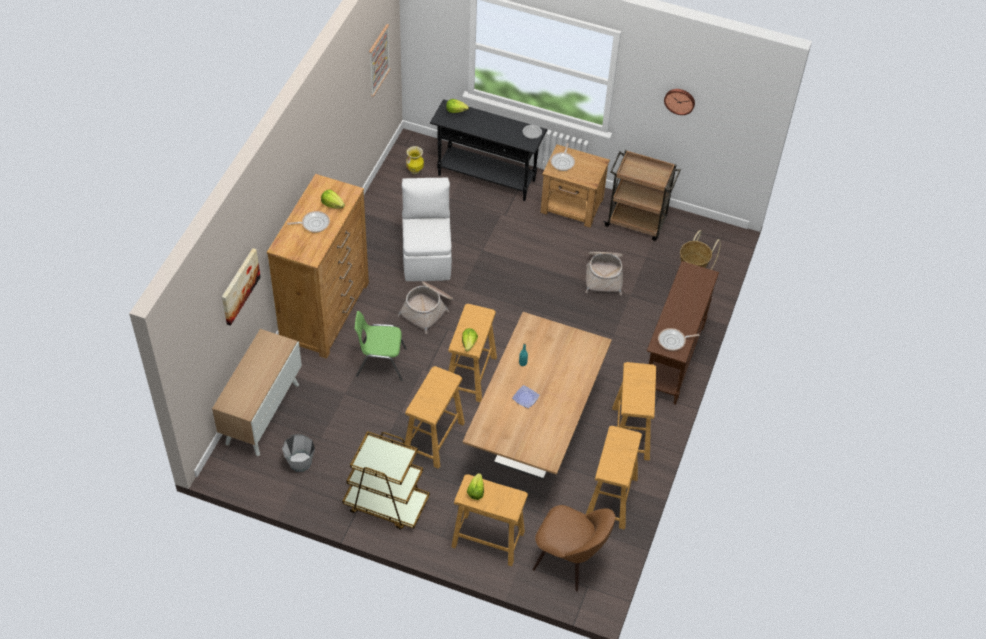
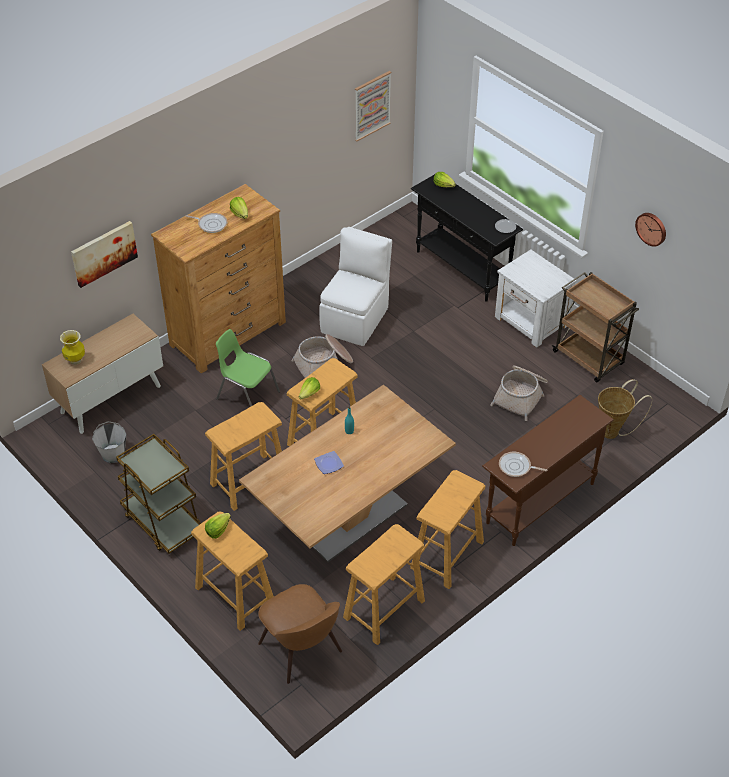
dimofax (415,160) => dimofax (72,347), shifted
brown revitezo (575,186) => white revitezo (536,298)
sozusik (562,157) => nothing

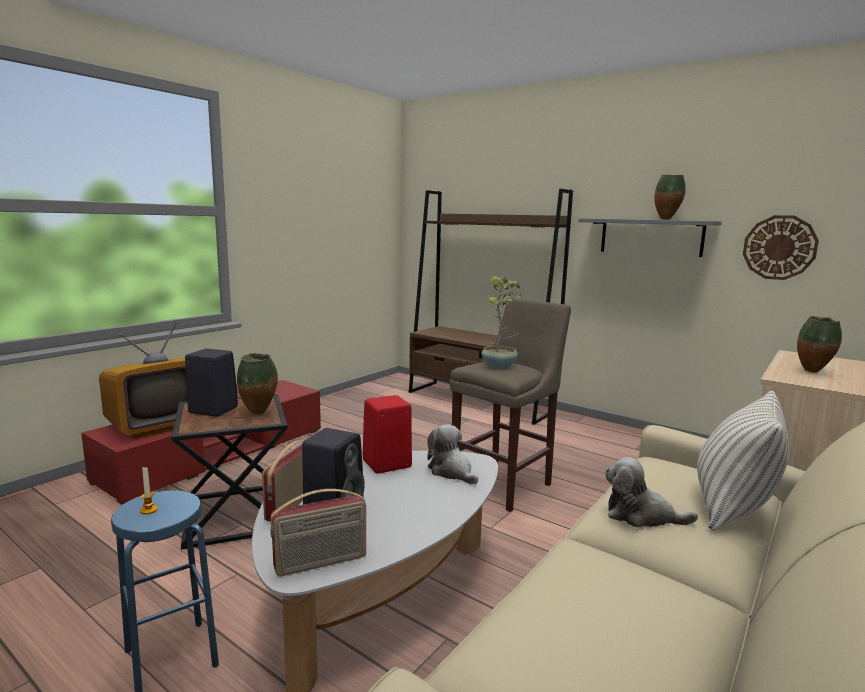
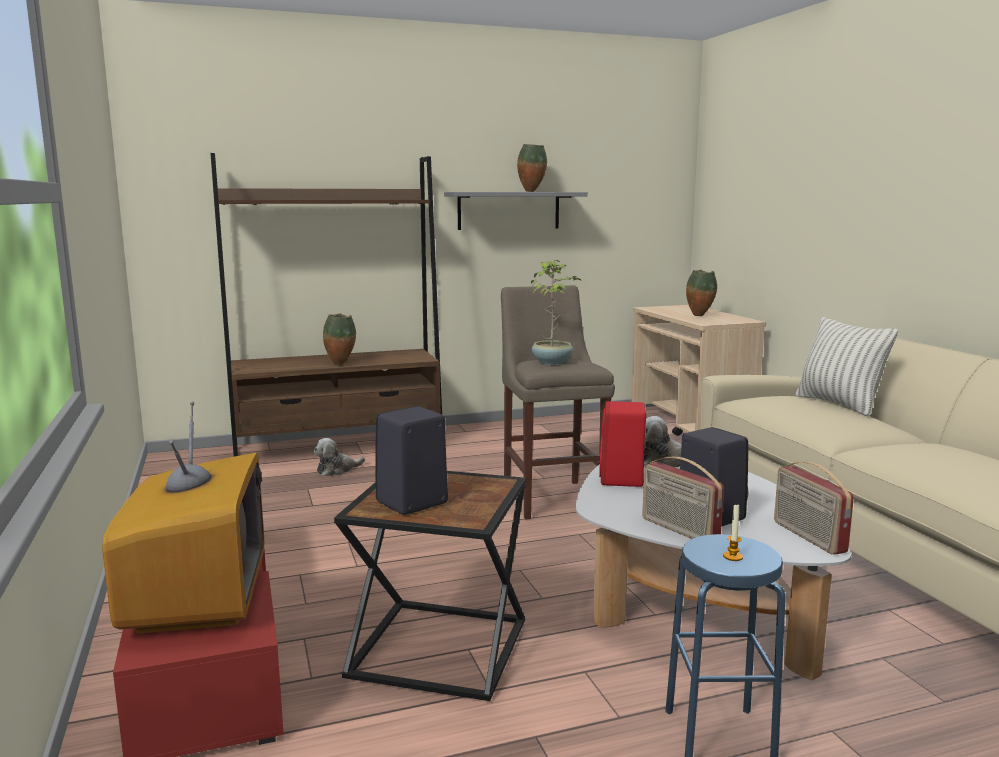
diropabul (651,492) => diropabul (339,457), shifted
dimofax (257,384) => dimofax (339,339), shifted
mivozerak (318,533) => mivozerak (814,508), 150 degrees clockwise
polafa (781,247) => nothing

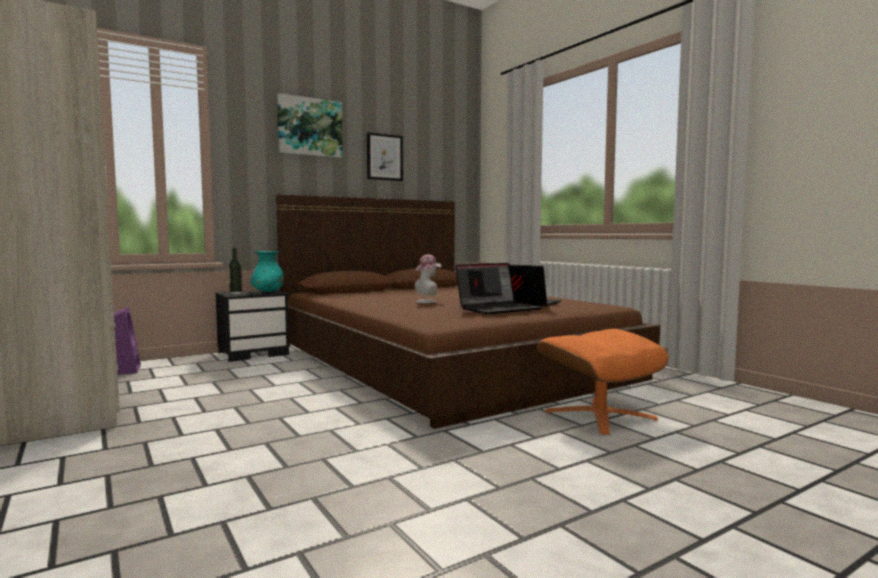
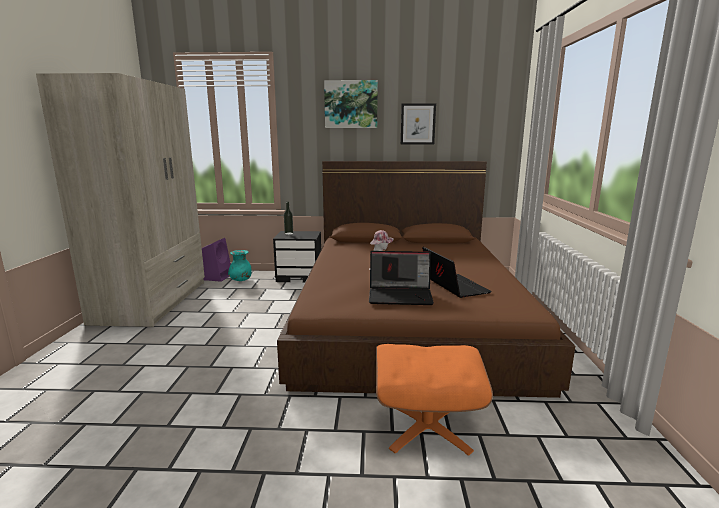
turquoise dimofax (267,271) => turquoise dimofax (240,265), shifted

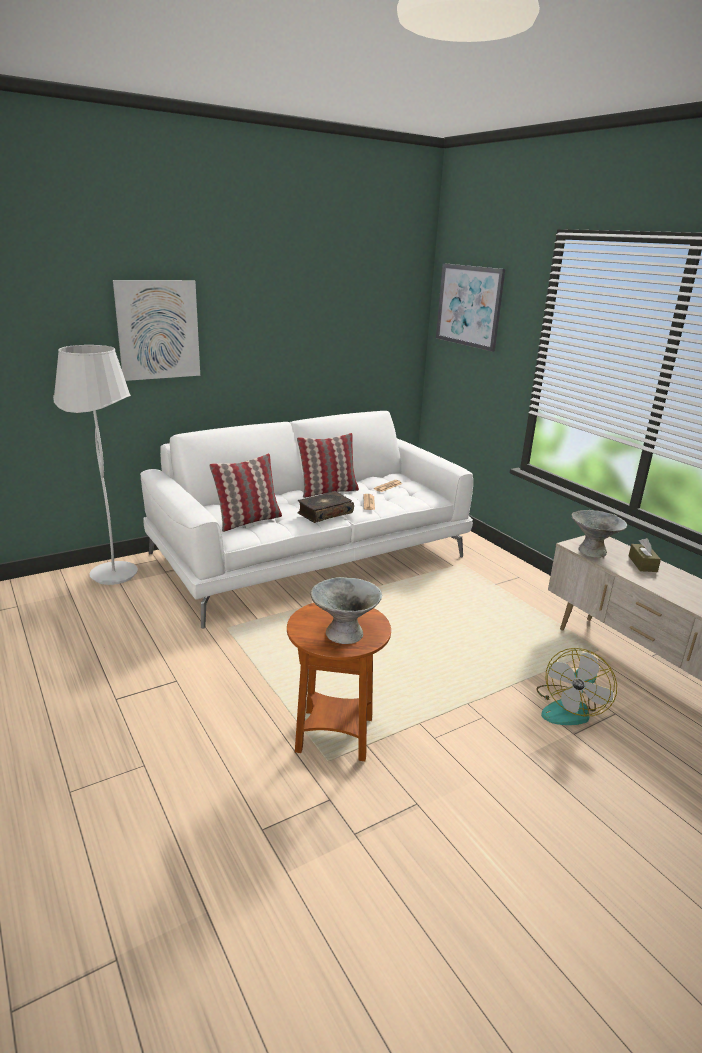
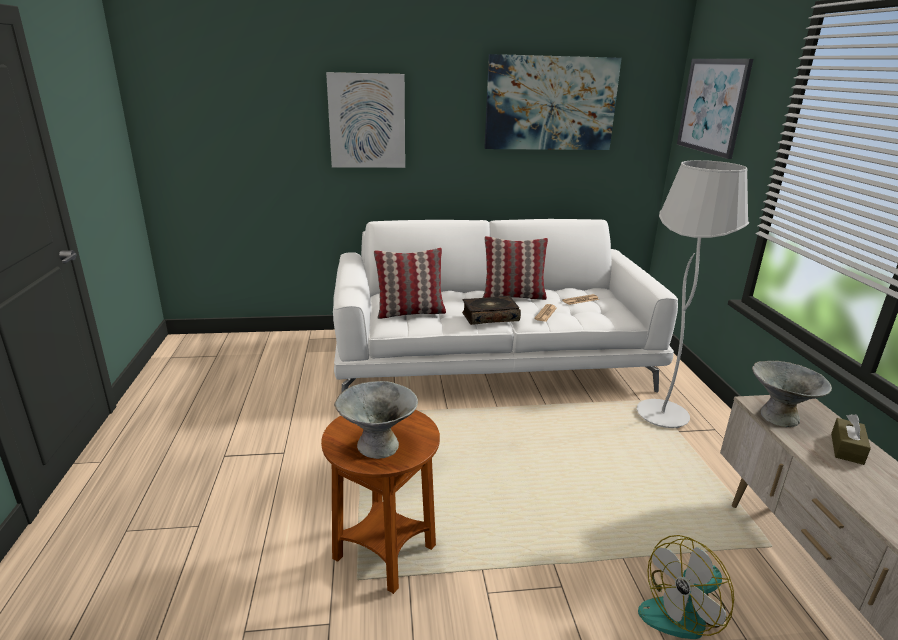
nothing => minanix (553,102)
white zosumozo (95,465) => white zosumozo (693,294), shifted

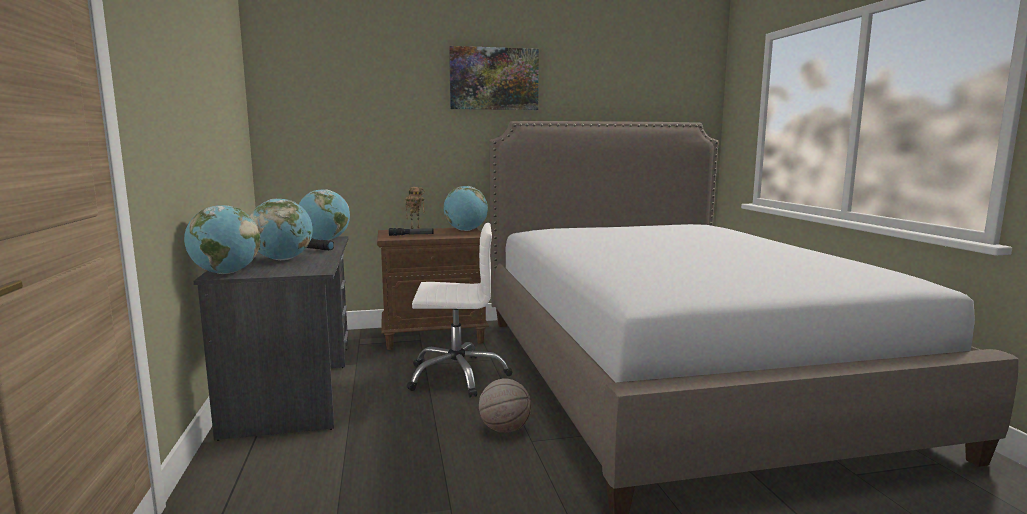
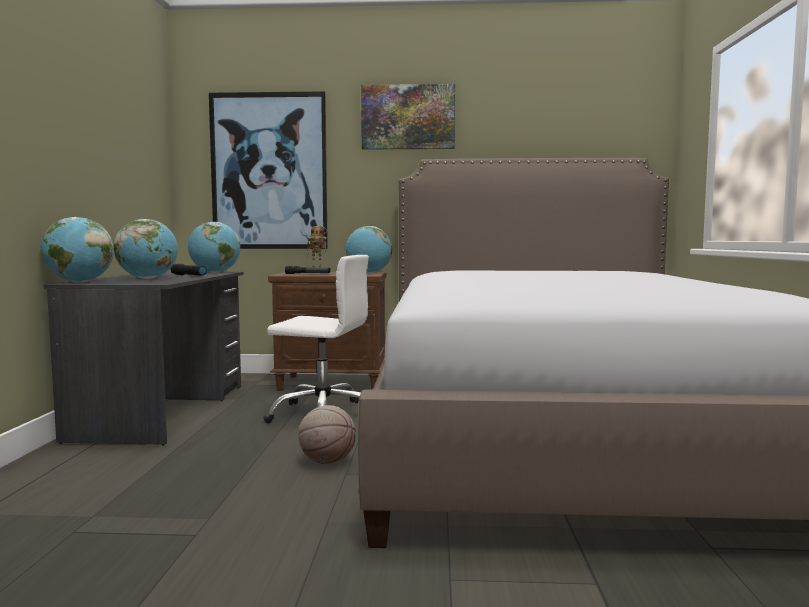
nothing => minanix (268,170)

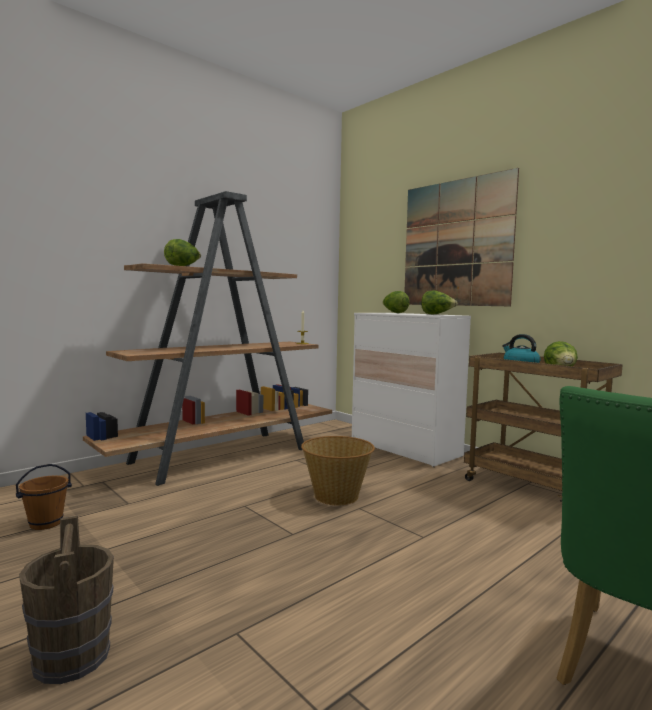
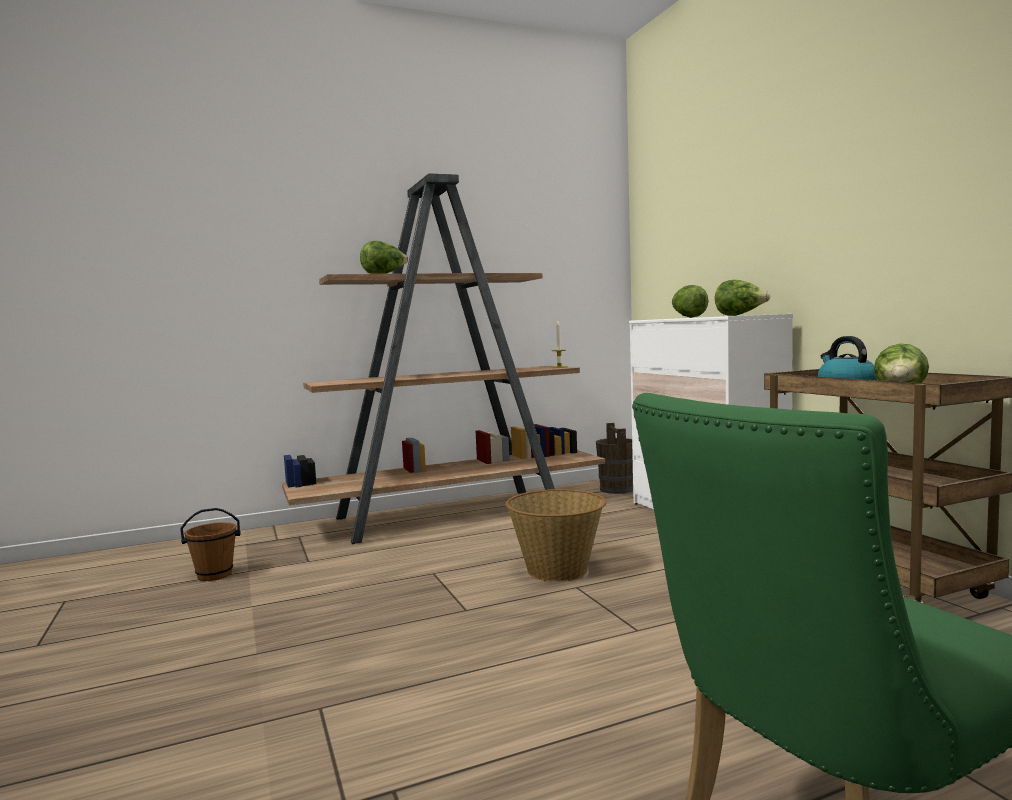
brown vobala (66,600) => brown vobala (614,458), shifted
minanix (461,237) => nothing

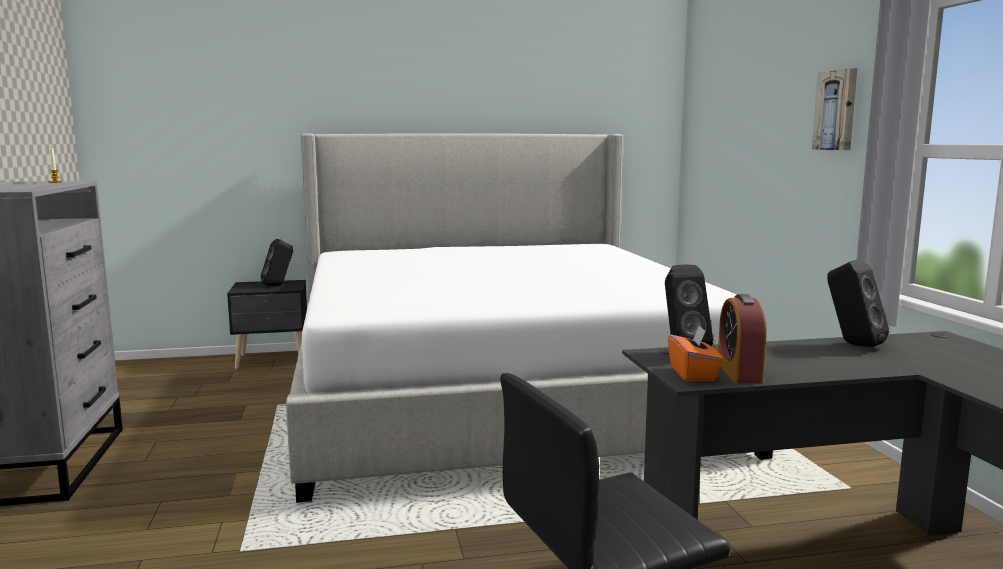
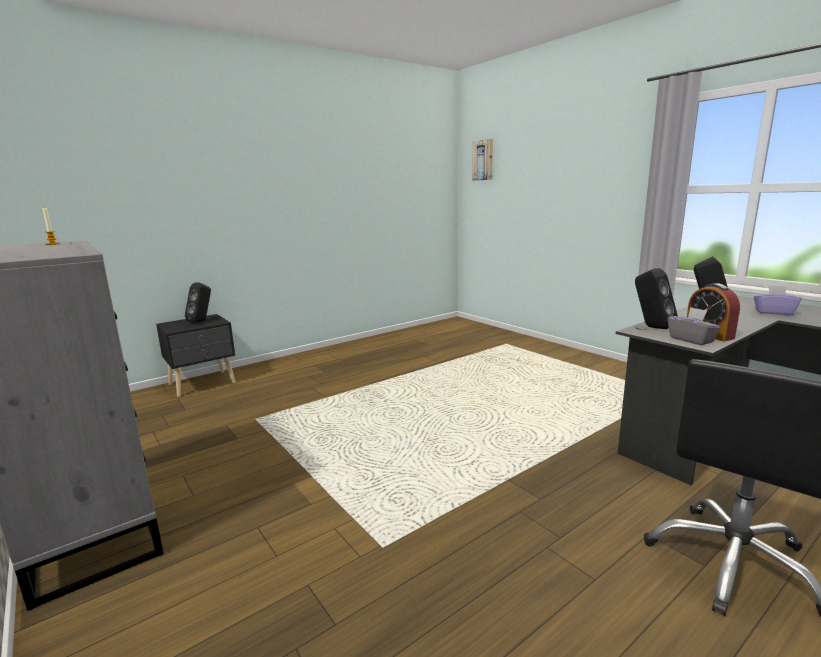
minanix (834,109) => minanix (482,160), shifted
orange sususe (695,353) => grey sususe (694,326)
nothing => purple sususe (777,300)
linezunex (529,318) => nothing

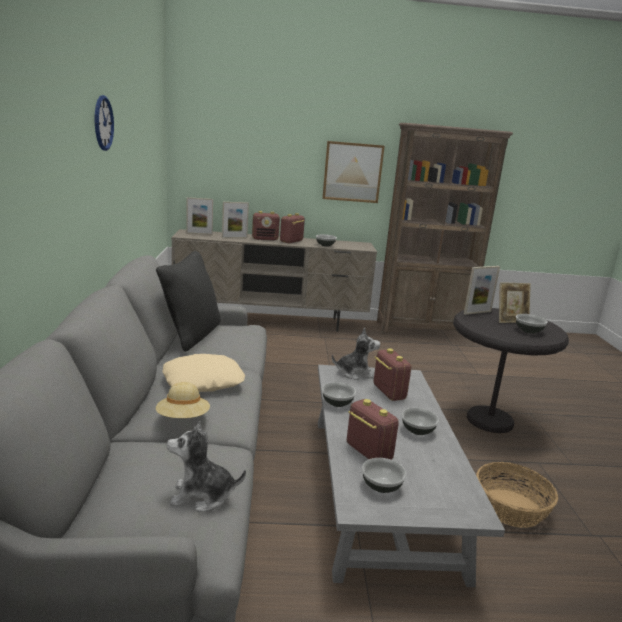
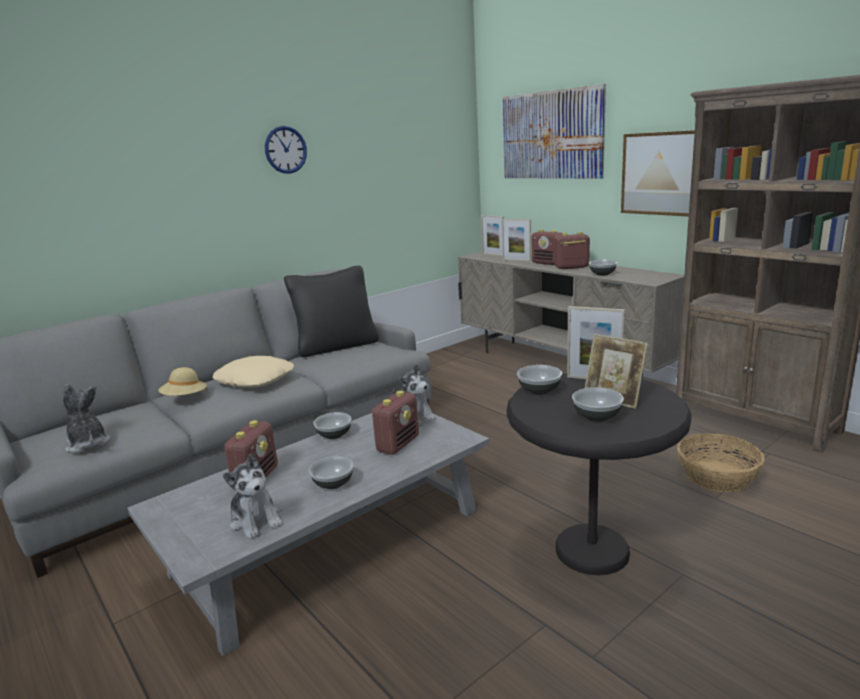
nothing => diropabul (252,496)
nothing => minanix (554,131)
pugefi (384,475) => pugefi (539,380), shifted
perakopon (517,495) => perakopon (721,462), shifted

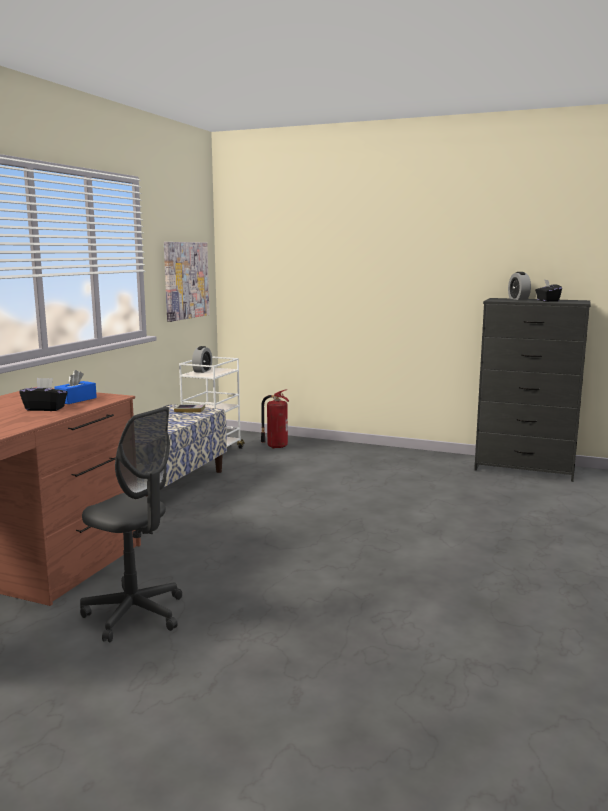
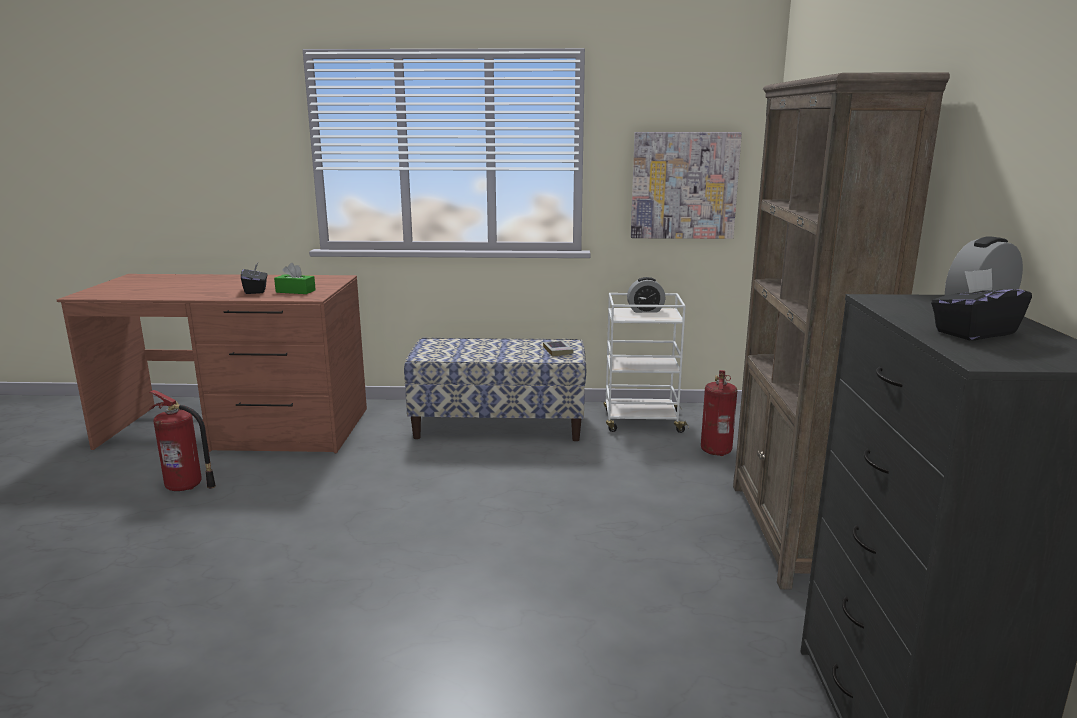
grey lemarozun (131,525) => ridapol (182,440)
blue sususe (75,387) => green sususe (295,278)
nothing => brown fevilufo (841,331)

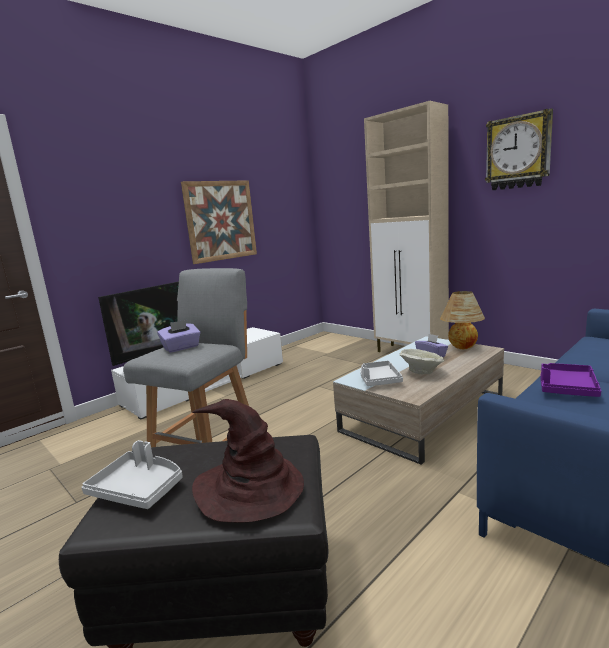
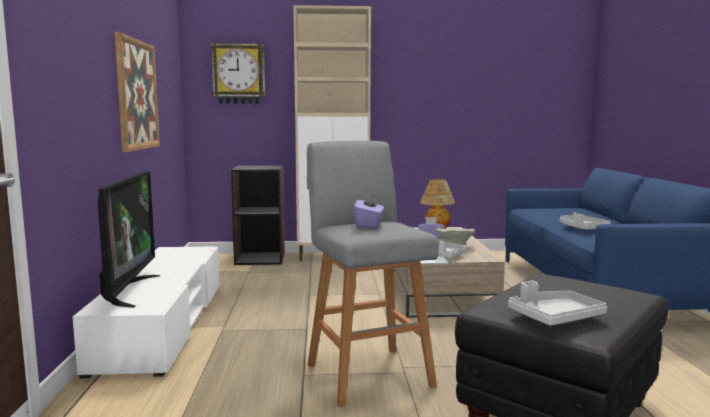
polafa (519,149) => polafa (238,73), shifted
nothing => black fevilufo (258,215)
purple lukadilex (571,380) => grey lukadilex (585,221)
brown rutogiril (248,460) => nothing

